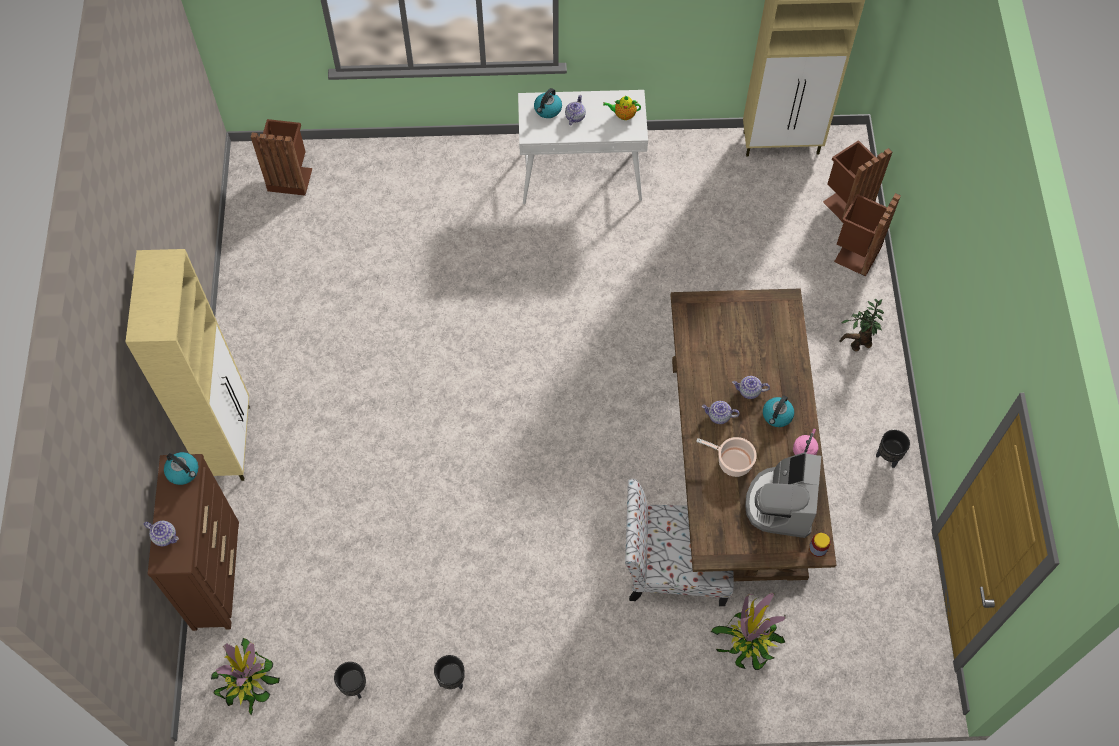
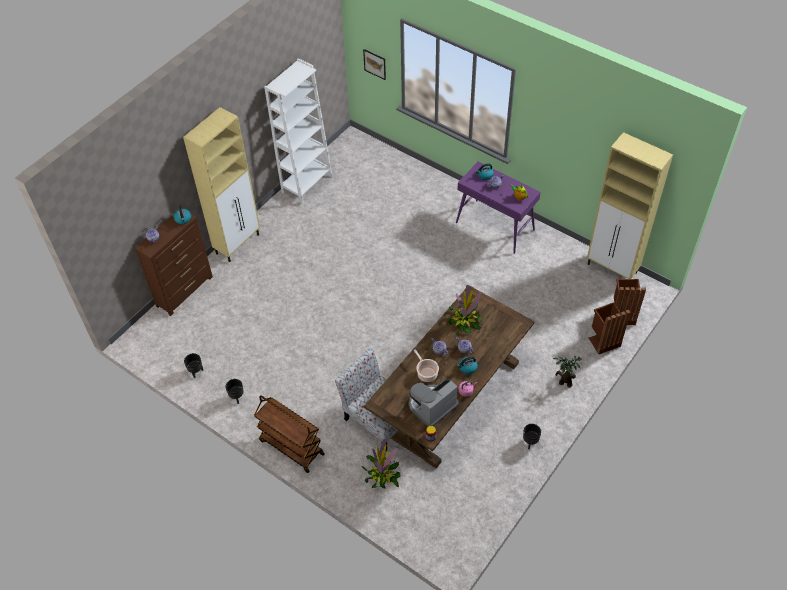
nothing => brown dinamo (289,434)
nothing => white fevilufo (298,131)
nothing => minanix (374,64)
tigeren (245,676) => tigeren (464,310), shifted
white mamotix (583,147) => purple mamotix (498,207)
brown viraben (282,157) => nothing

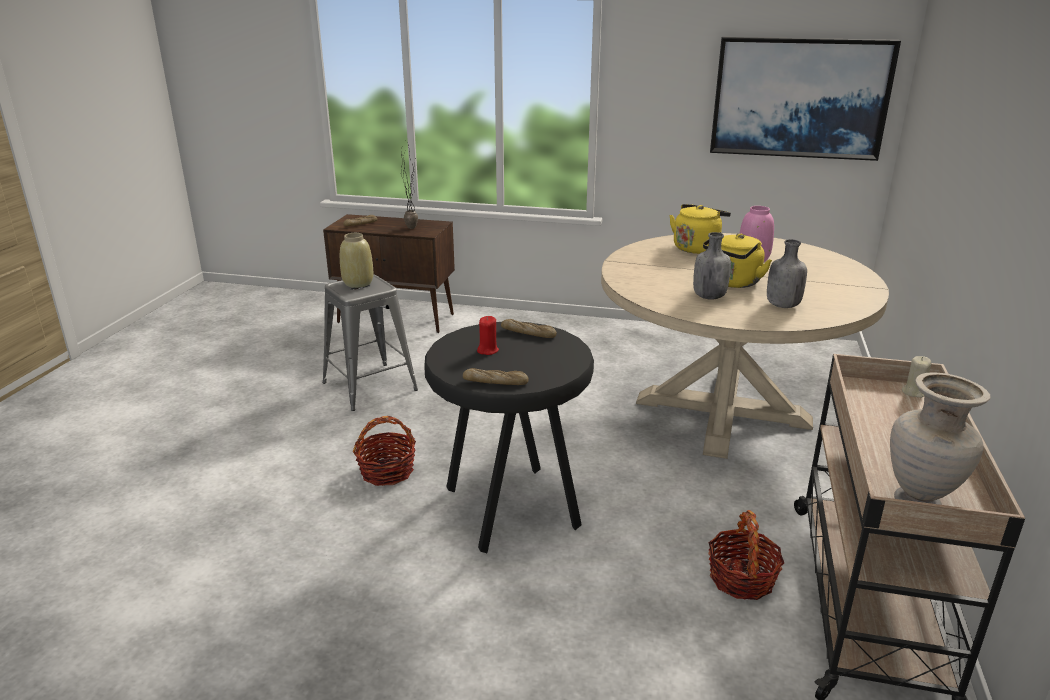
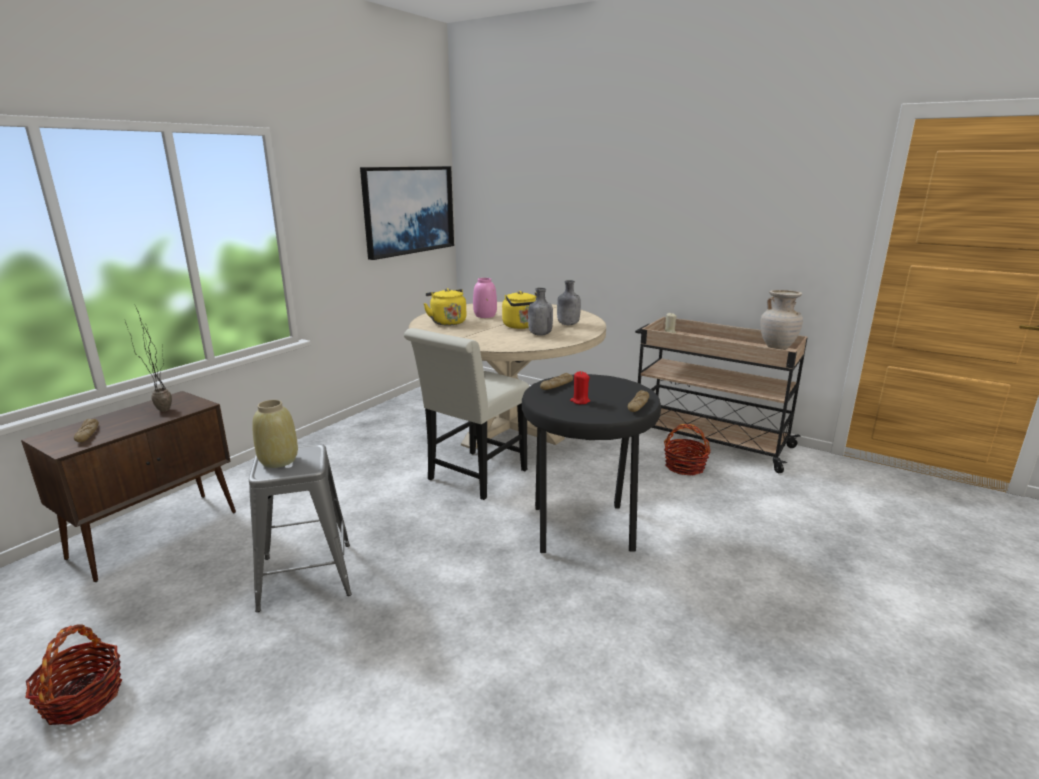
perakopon (384,451) => perakopon (73,674), shifted
nothing => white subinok (467,414)

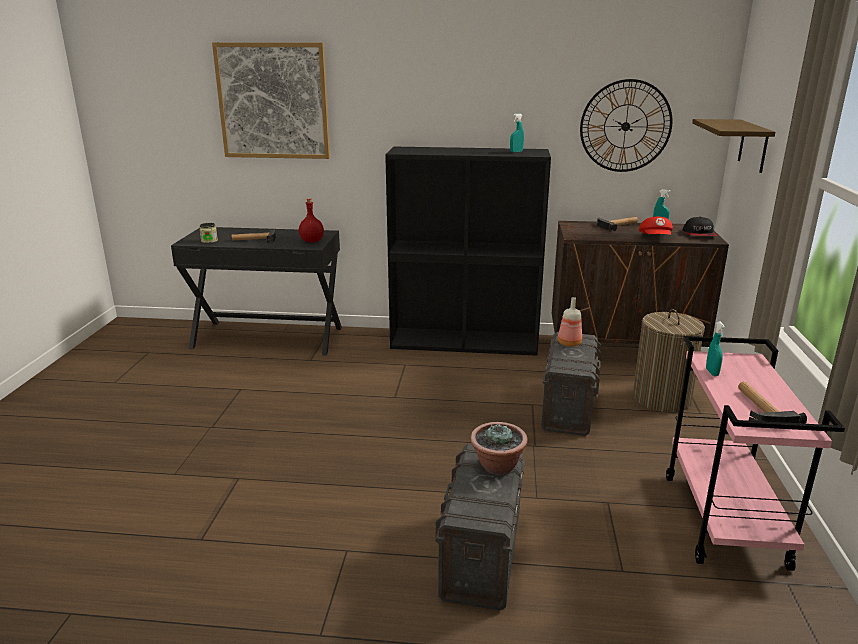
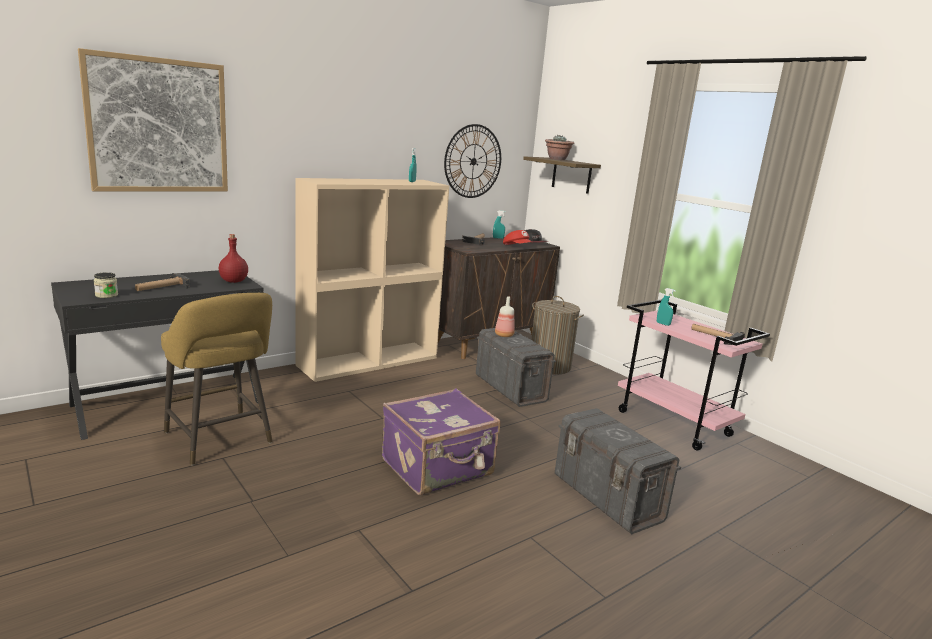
nothing => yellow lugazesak (216,379)
black fevilufo (468,251) => beige fevilufo (372,280)
nothing => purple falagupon (441,441)
tigeren (499,448) => tigeren (559,147), shifted

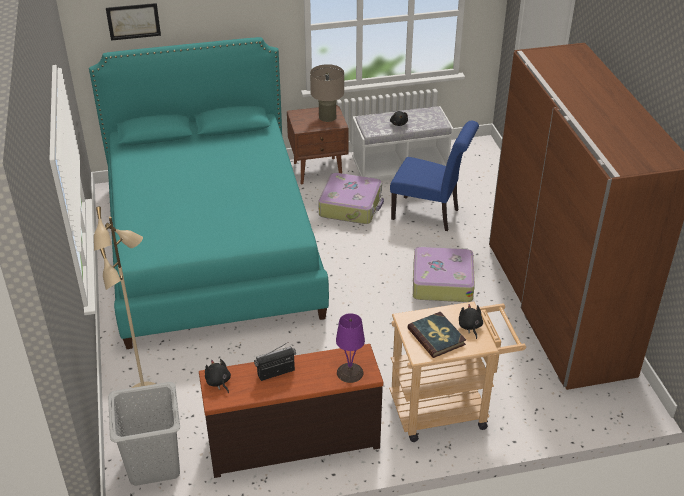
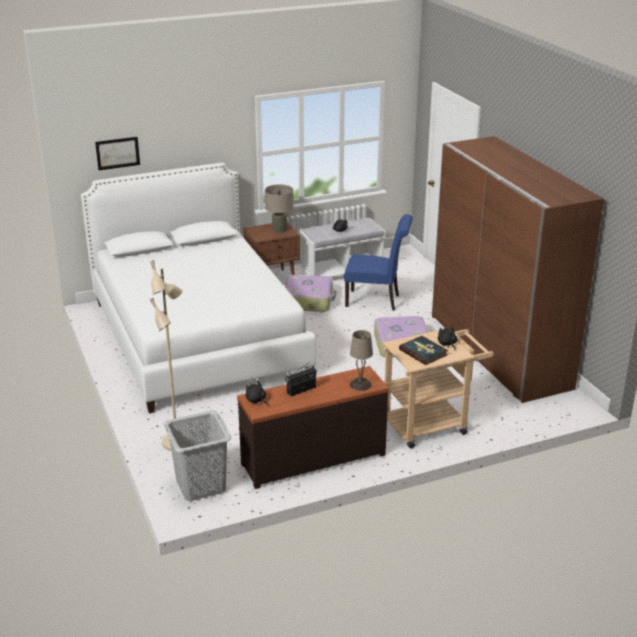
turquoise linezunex (209,193) => white linezunex (198,288)
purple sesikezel (350,348) => beige sesikezel (361,360)

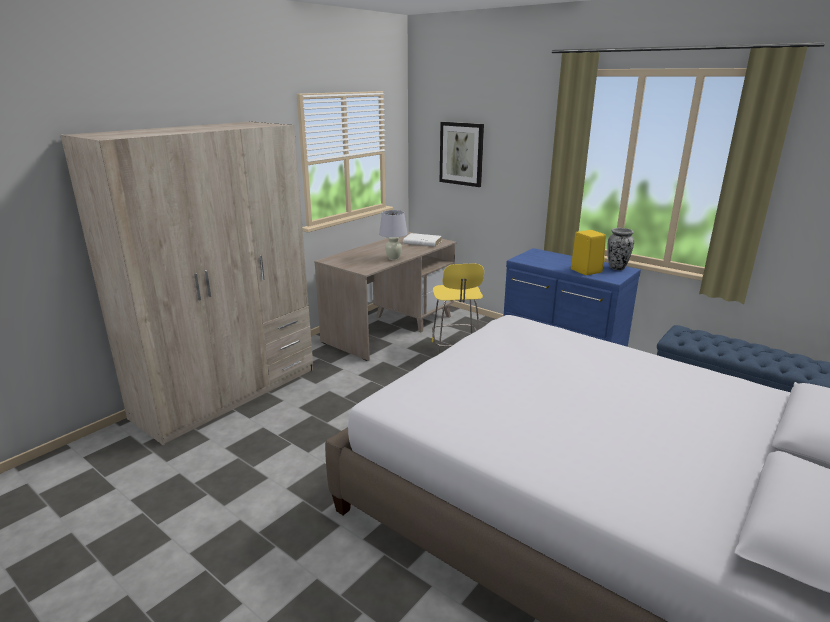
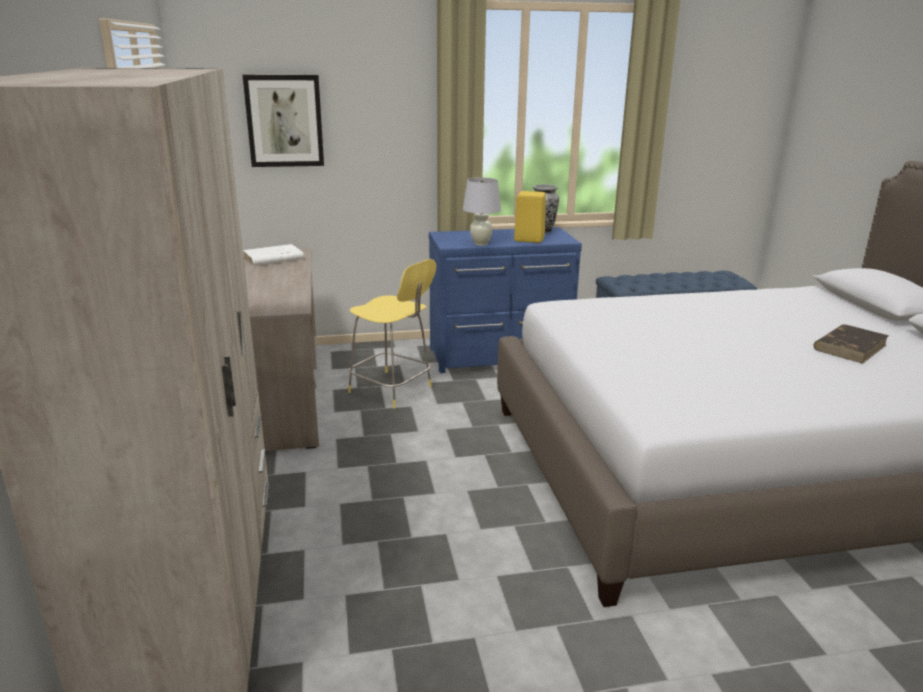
white sesikezel (393,235) => white sesikezel (482,211), shifted
nothing => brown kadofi (851,344)

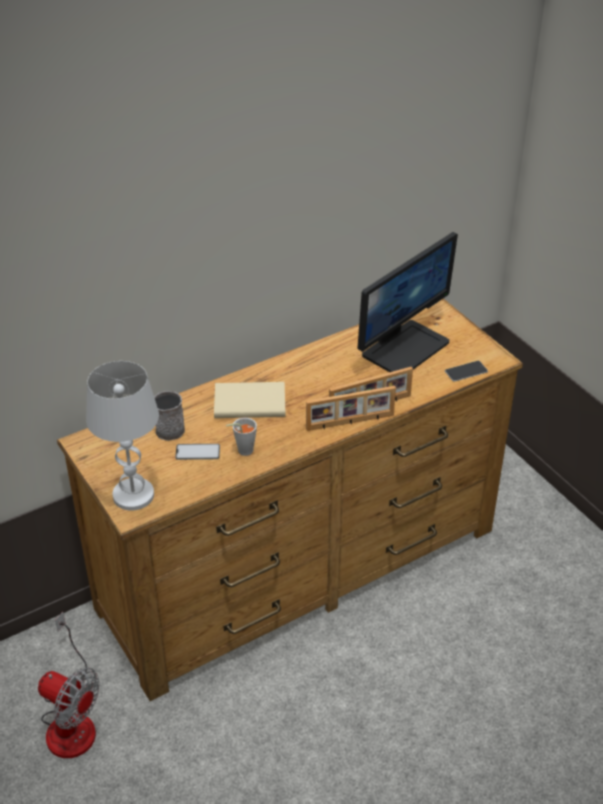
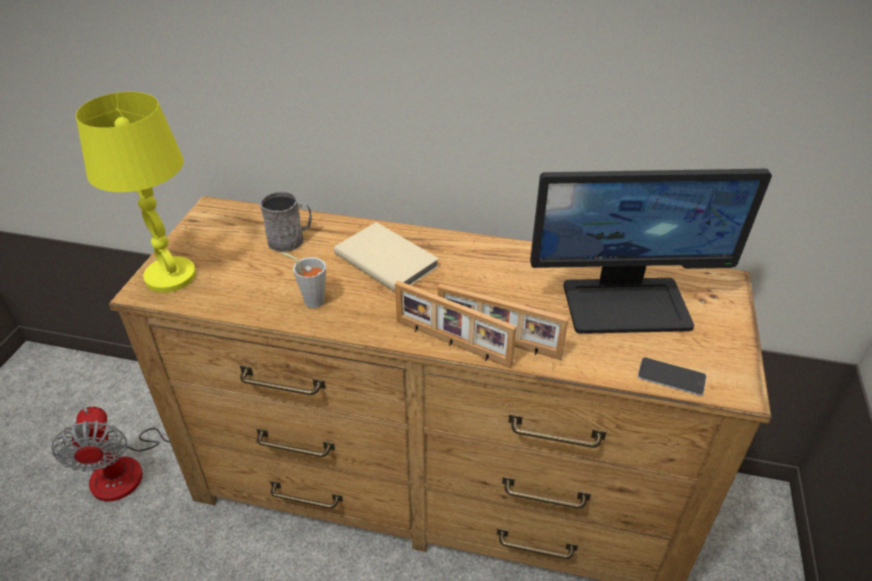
white sesikezel (122,436) => yellow sesikezel (136,192)
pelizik (197,452) => nothing

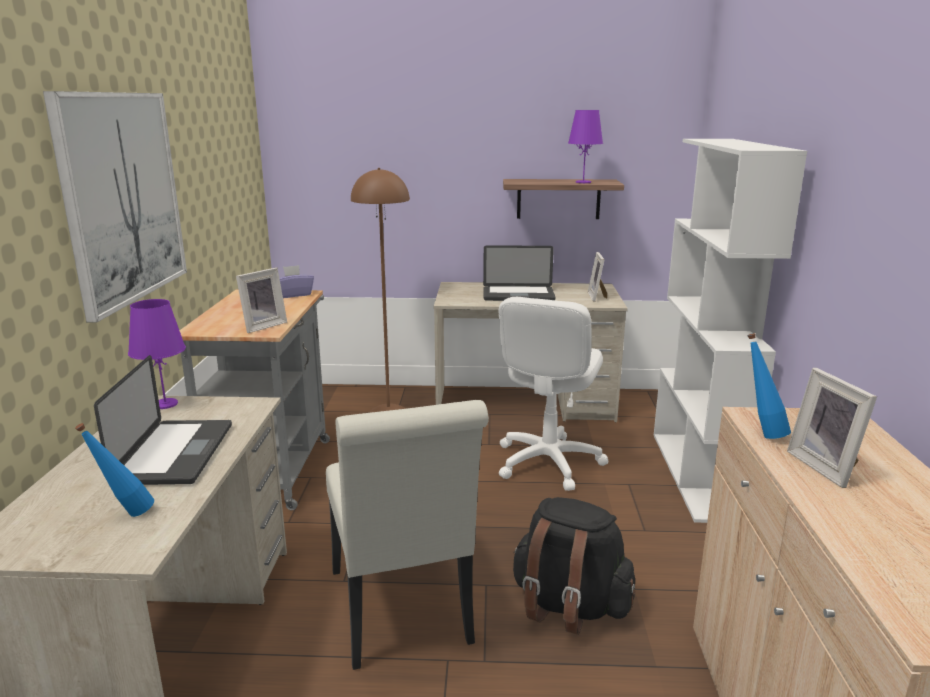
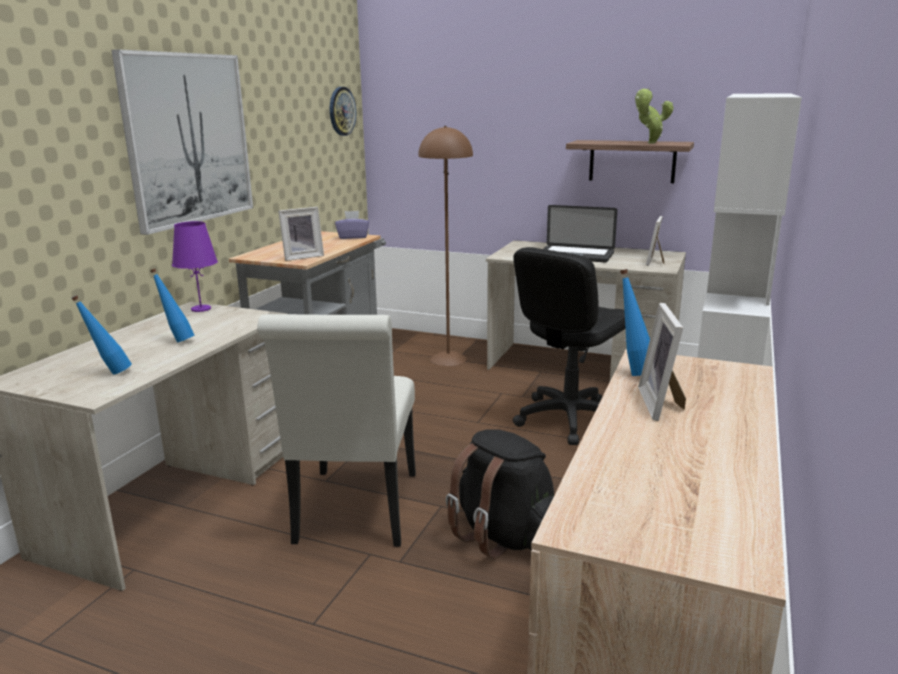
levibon (163,420) => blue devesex (172,306)
nothing => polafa (343,111)
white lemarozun (554,394) => black lemarozun (569,346)
purple sesikezel (585,146) => tigeren (654,116)

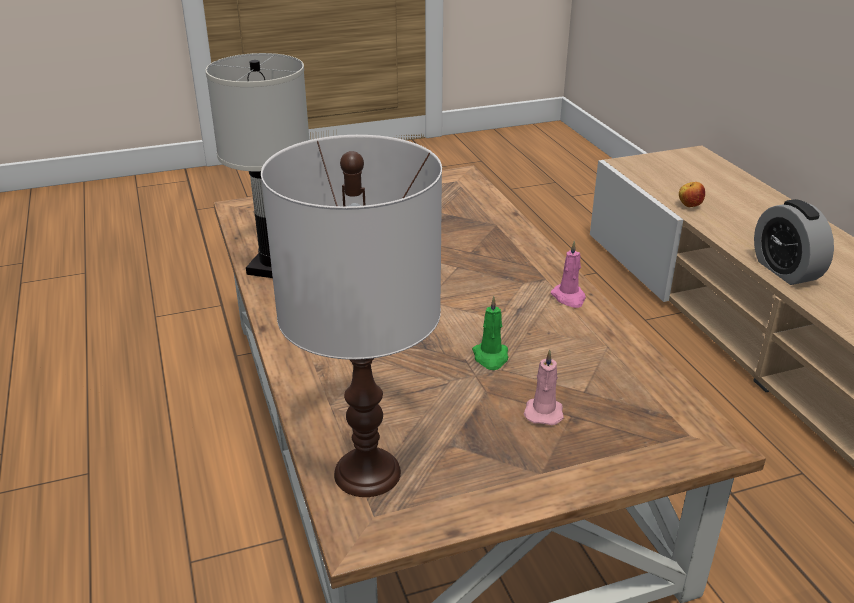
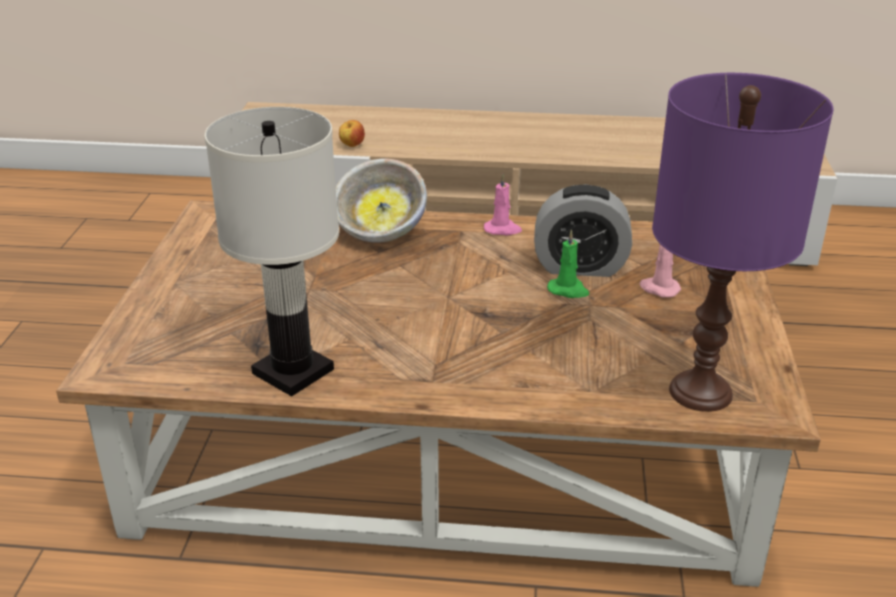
nothing => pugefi (381,201)
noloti (794,242) => noloti (583,230), shifted
white sesikezel (351,316) => purple sesikezel (743,242)

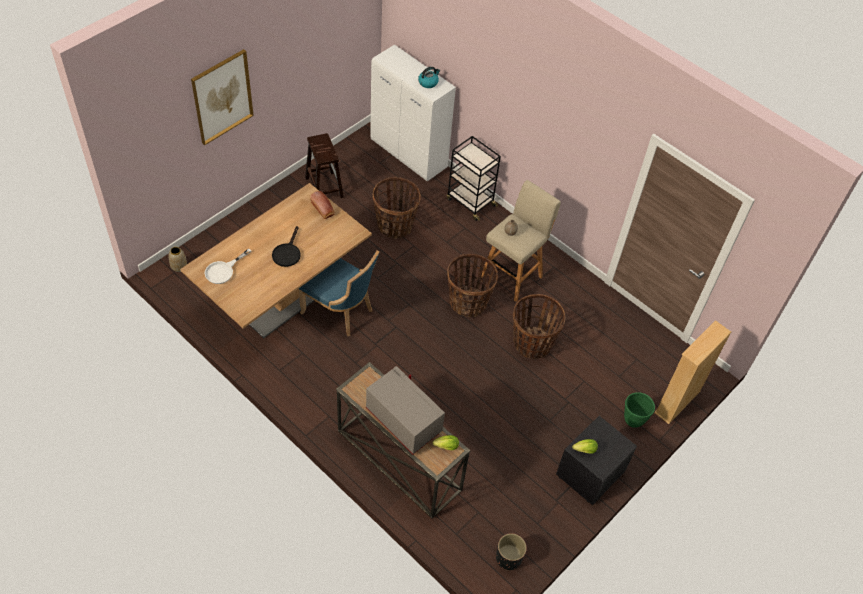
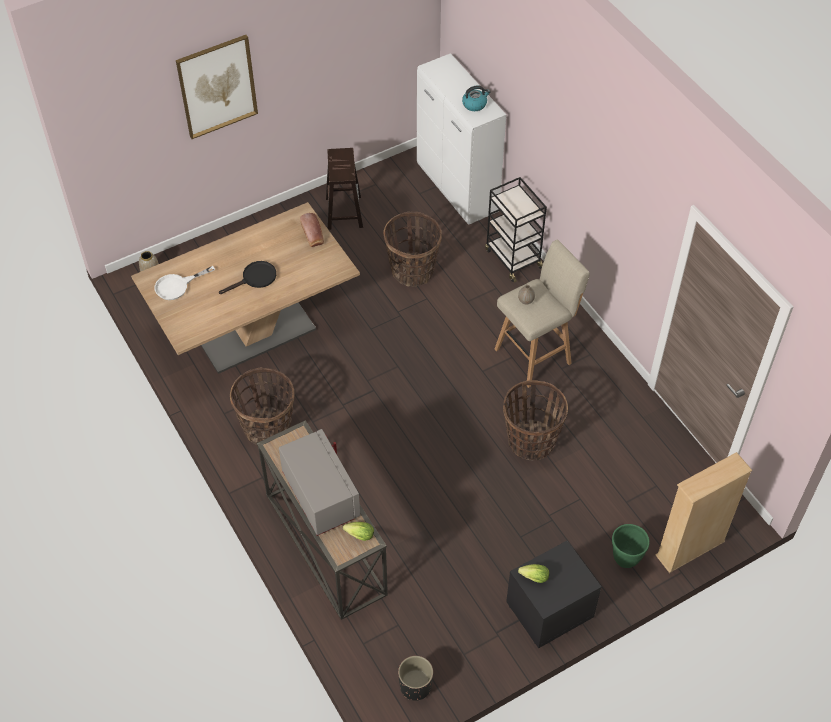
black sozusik (286,246) => black sozusik (247,277), 150 degrees counterclockwise
perakopon (472,285) => perakopon (262,406), shifted
blue subinok (339,293) => nothing

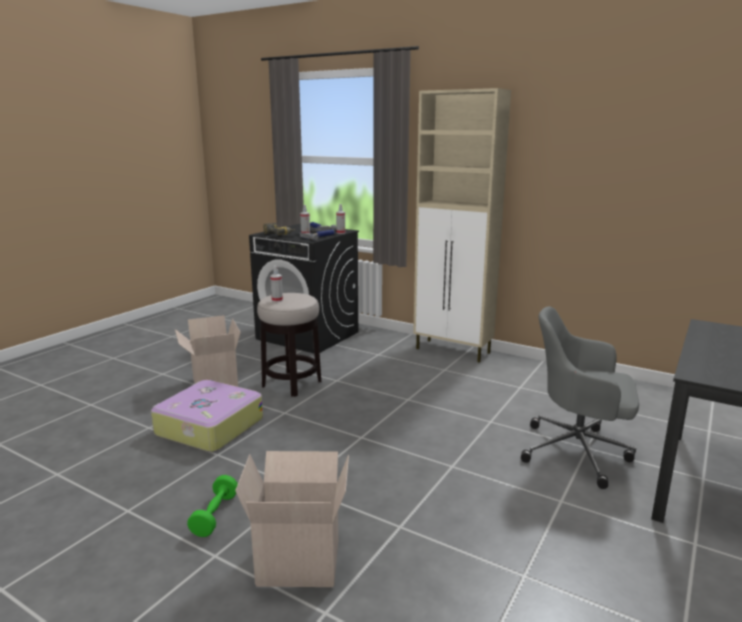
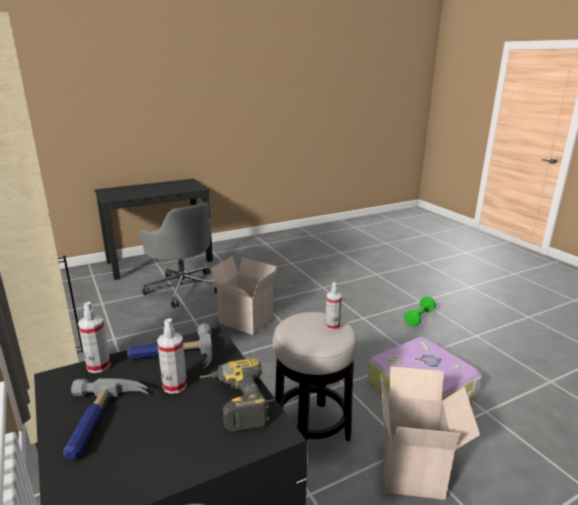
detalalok (292,519) => detalalok (243,295), shifted

